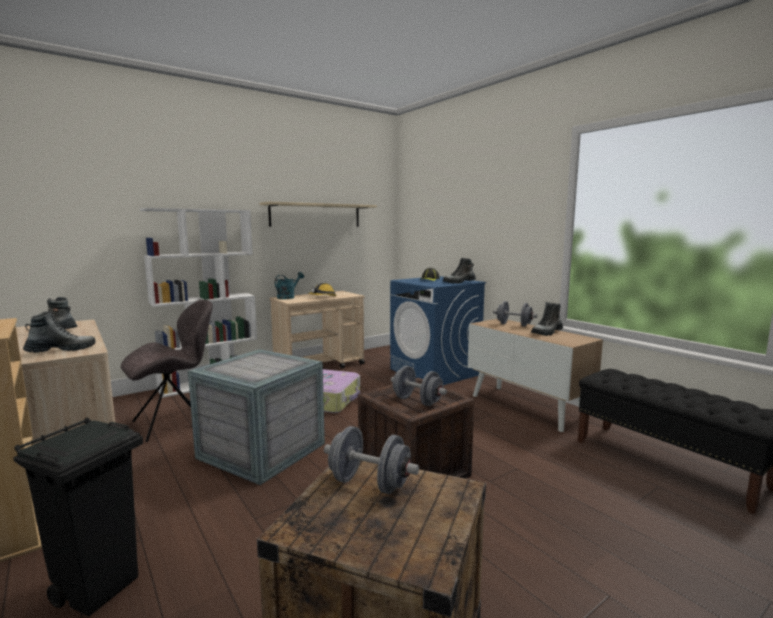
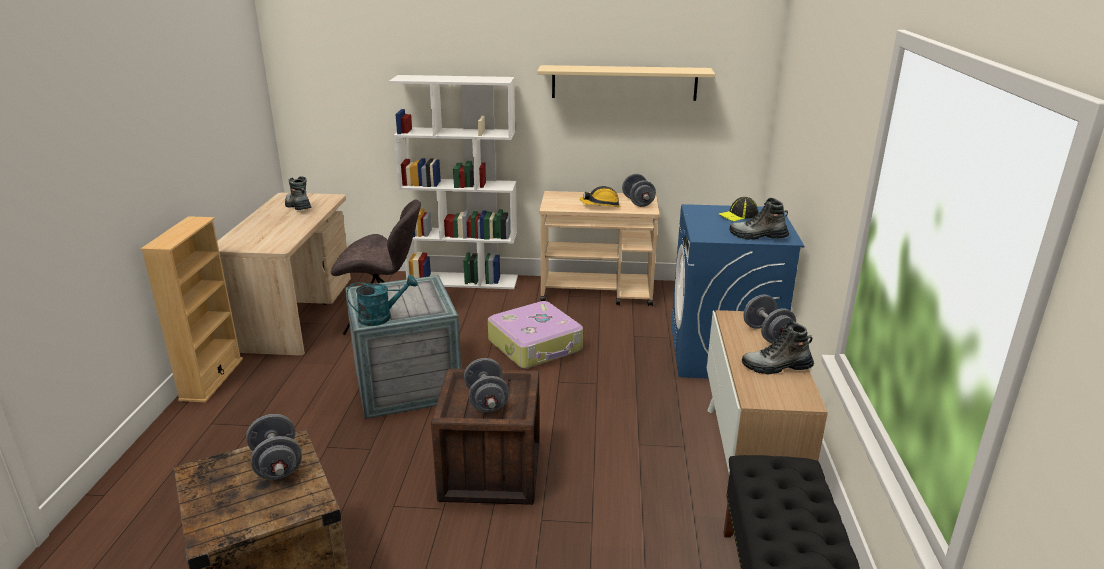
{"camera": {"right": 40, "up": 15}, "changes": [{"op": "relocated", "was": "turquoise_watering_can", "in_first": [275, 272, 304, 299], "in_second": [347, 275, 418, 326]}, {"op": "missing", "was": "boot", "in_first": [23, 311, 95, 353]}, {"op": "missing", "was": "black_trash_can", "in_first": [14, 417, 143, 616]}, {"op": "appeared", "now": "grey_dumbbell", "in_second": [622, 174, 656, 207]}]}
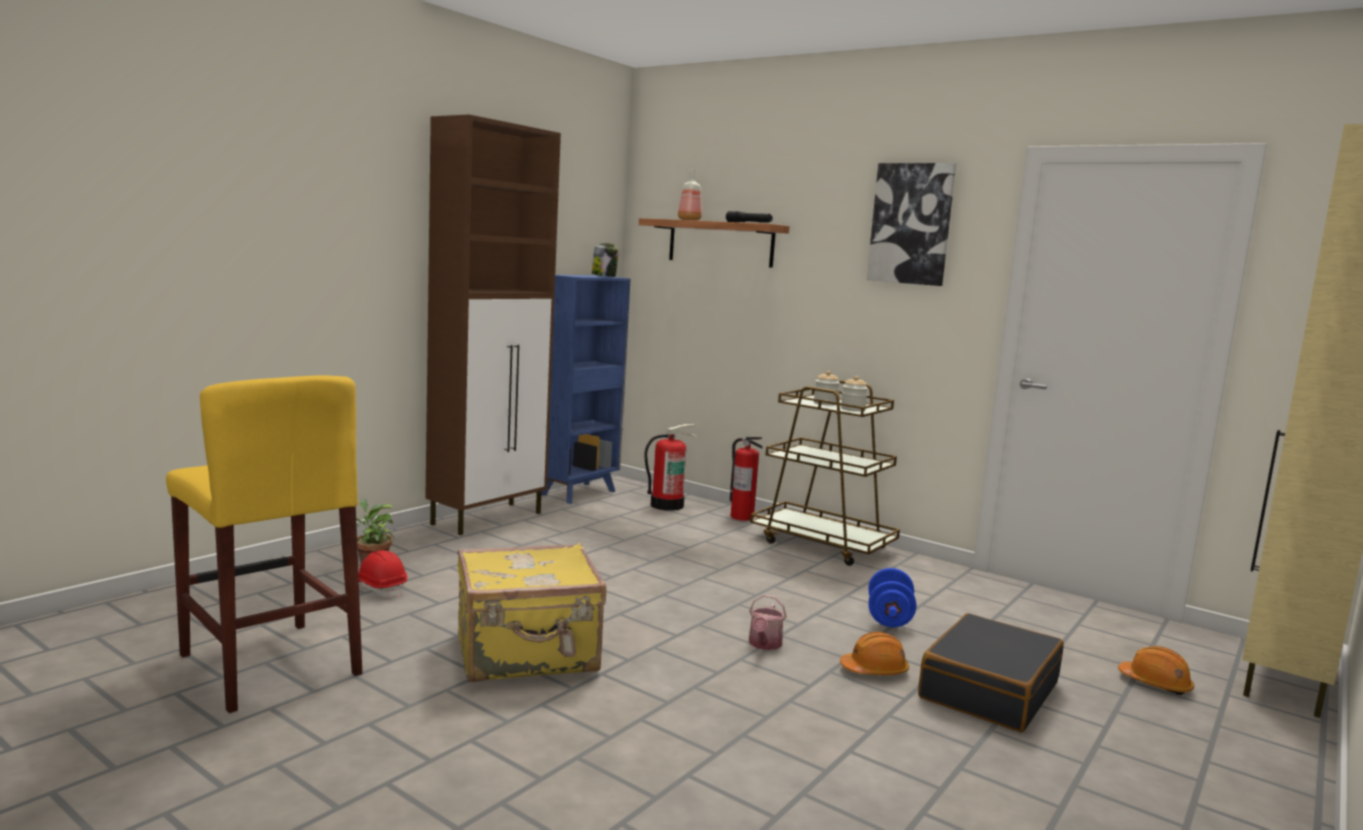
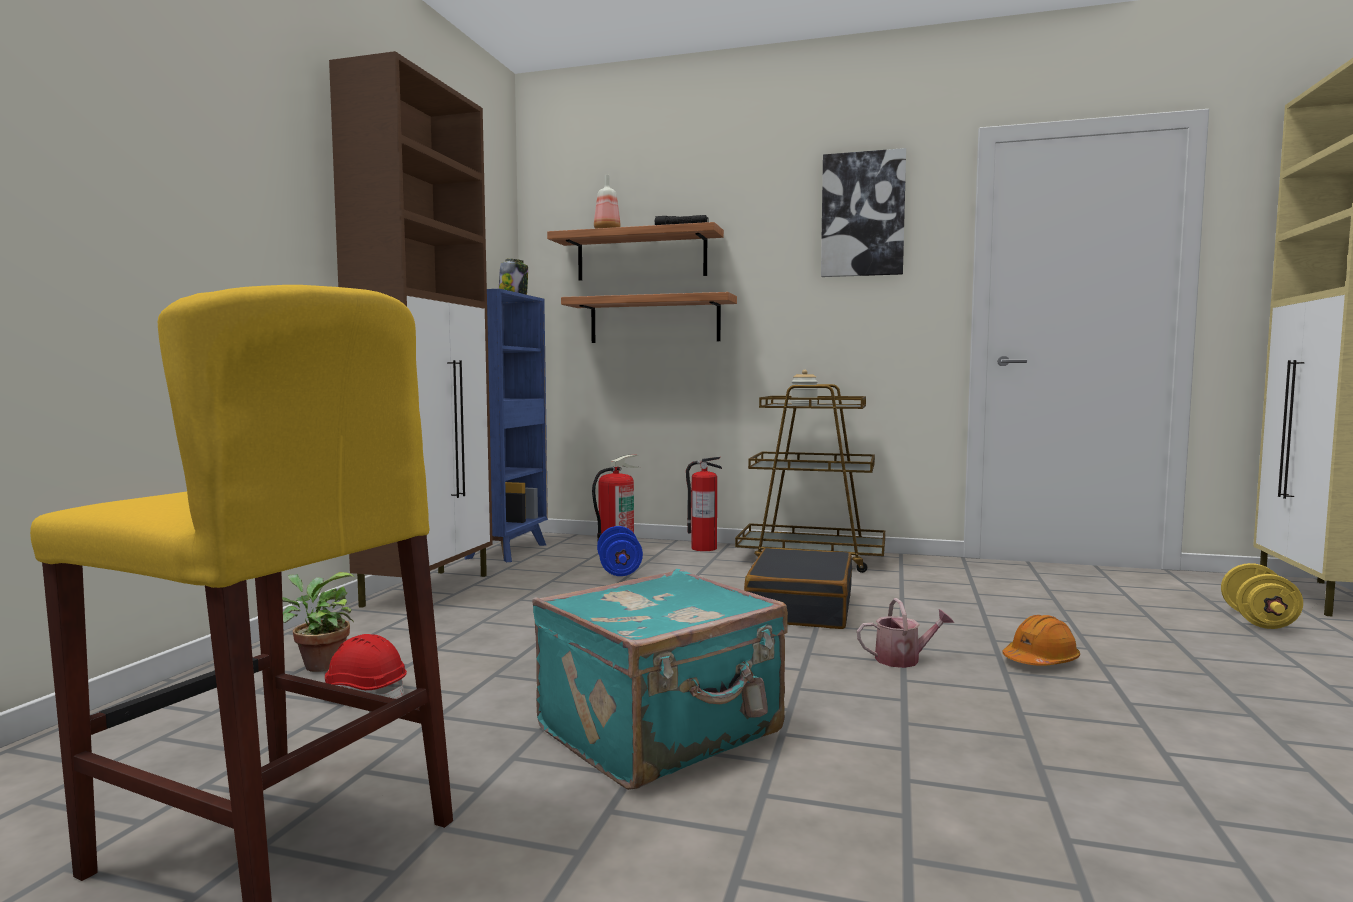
{"camera": {"right": -20, "up": -5}, "changes": [{"op": "missing", "was": "jar", "in_first": [841, 376, 868, 412]}, {"op": "colour", "was": "yellow_suitcase", "now": "turquoise_suitcase", "in_first": [458, 543, 606, 682], "in_second": [532, 569, 788, 790]}, {"op": "relocated", "was": "blue_dumbbell", "in_first": [868, 568, 916, 627], "in_second": [597, 526, 643, 576]}, {"op": "spun", "was": "watering_can", "in_first": [749, 595, 787, 650], "in_second": [857, 598, 954, 668], "clockwise": -90}, {"op": "relocated", "was": "black_suitcase", "in_first": [918, 613, 1064, 732], "in_second": [744, 548, 852, 629]}, {"op": "exchanged", "was": "orange_hard_hat", "now": "yellow_dumbbell", "in_first": [1118, 646, 1194, 695], "in_second": [1221, 563, 1303, 629]}, {"op": "appeared", "now": "shelf", "in_second": [561, 292, 737, 343]}]}
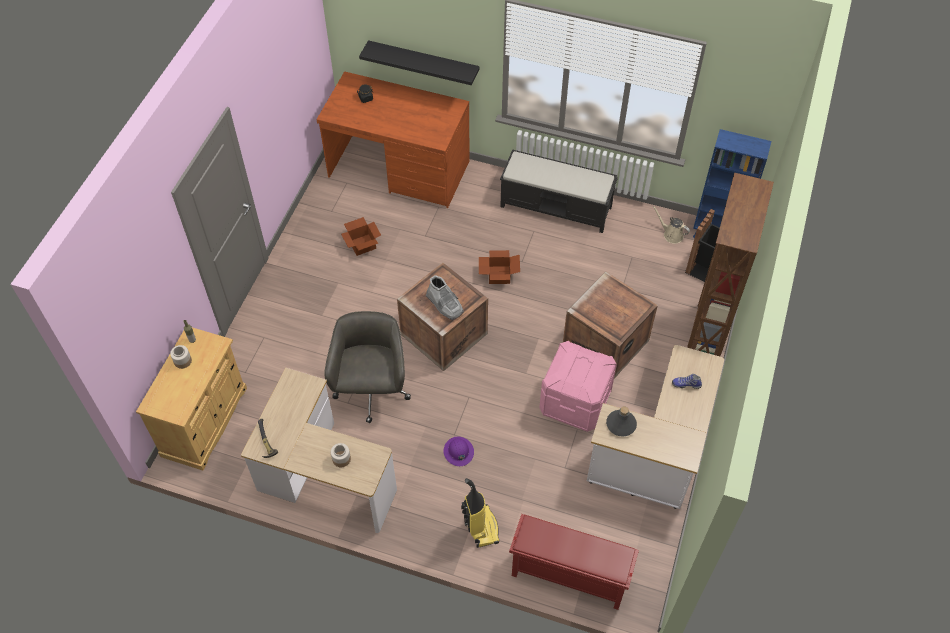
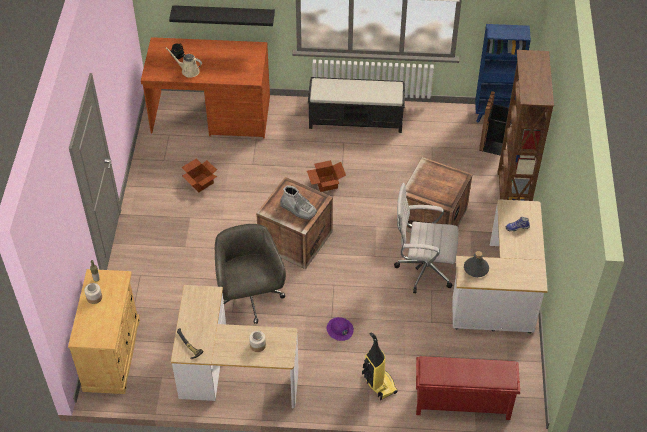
{"camera": {"right": -15, "up": -5}, "changes": [{"op": "relocated", "was": "beige_watering_can", "in_first": [653, 206, 690, 244], "in_second": [166, 48, 202, 78]}, {"op": "exchanged", "was": "pink_storage_box", "now": "white_office_chair", "in_first": [539, 341, 617, 432], "in_second": [394, 183, 458, 293]}]}
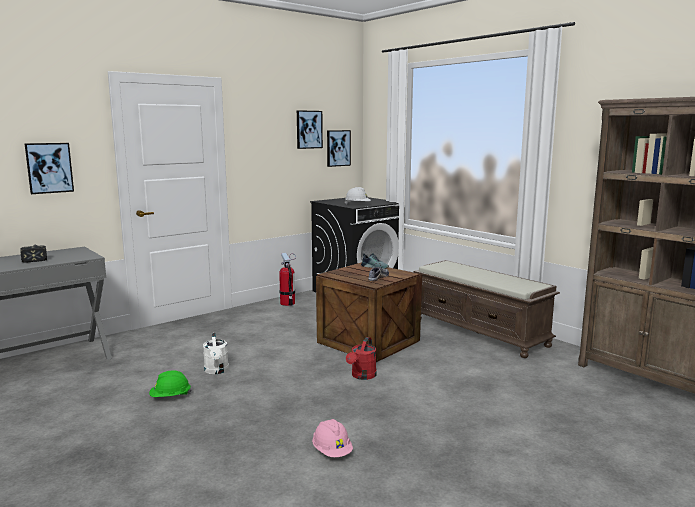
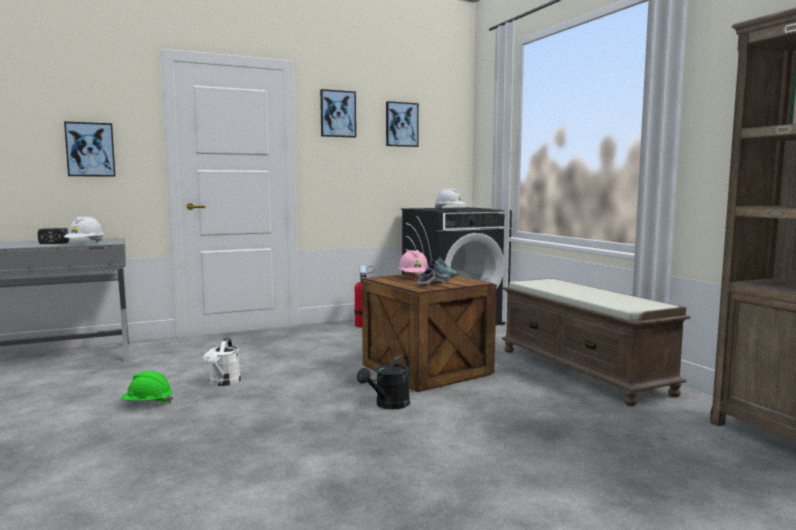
{"camera": {"right": 15, "up": -5}, "changes": [{"op": "relocated", "was": "picture", "in_first": [327, 130, 351, 167], "in_second": [320, 89, 356, 138]}, {"op": "colour", "was": "red_watering_can", "now": "black_watering_can", "in_first": [346, 337, 377, 380], "in_second": [357, 355, 410, 410]}, {"op": "relocated", "was": "pink_hard_hat", "in_first": [312, 419, 353, 457], "in_second": [398, 250, 429, 274]}, {"op": "appeared", "now": "white_hard_hat", "in_second": [64, 217, 104, 242]}]}
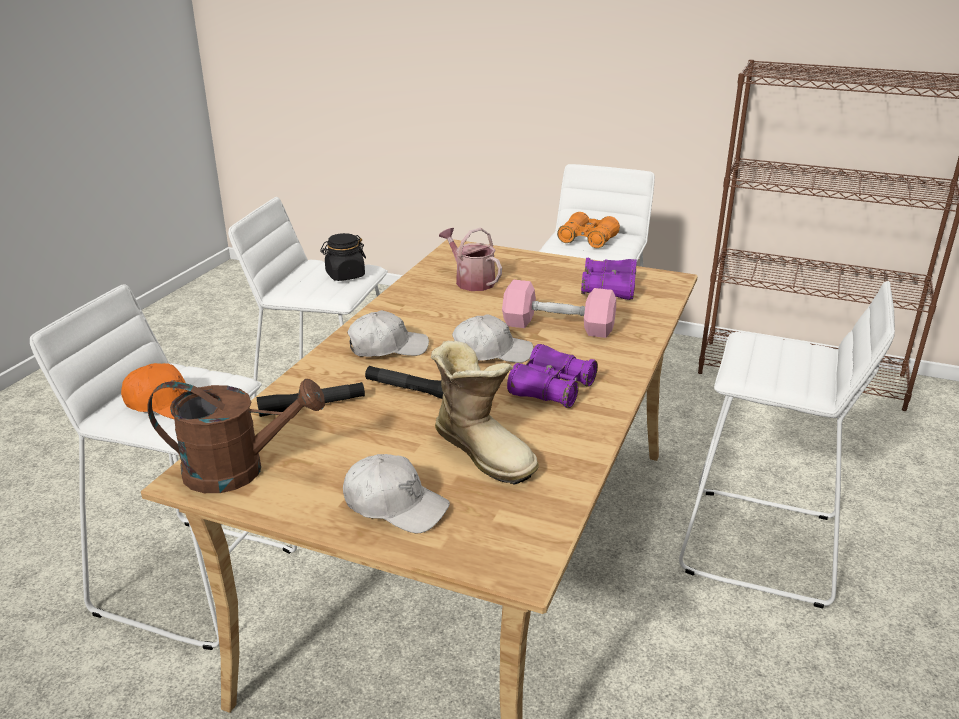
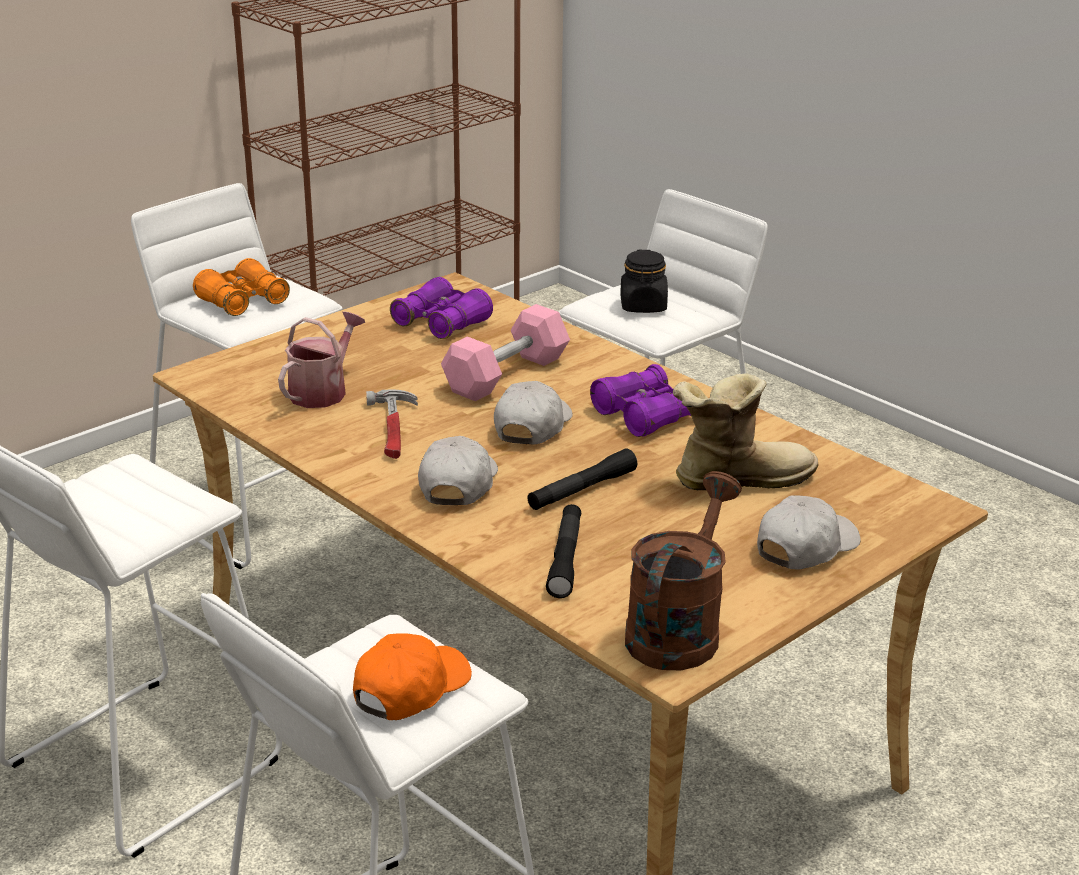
{"camera": {"right": -65, "up": 0}, "changes": [{"op": "spun", "was": "watering_can", "in_first": [439, 228, 502, 291], "in_second": [278, 312, 365, 408], "clockwise": 135}, {"op": "relocated", "was": "black_jar", "in_first": [320, 233, 366, 281], "in_second": [620, 250, 668, 313]}, {"op": "appeared", "now": "hammer", "in_second": [366, 389, 418, 459]}]}
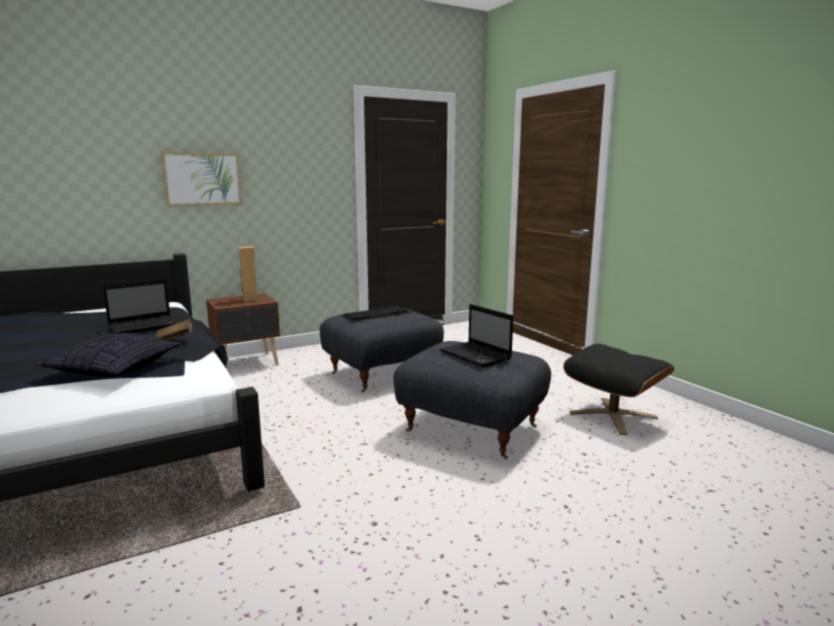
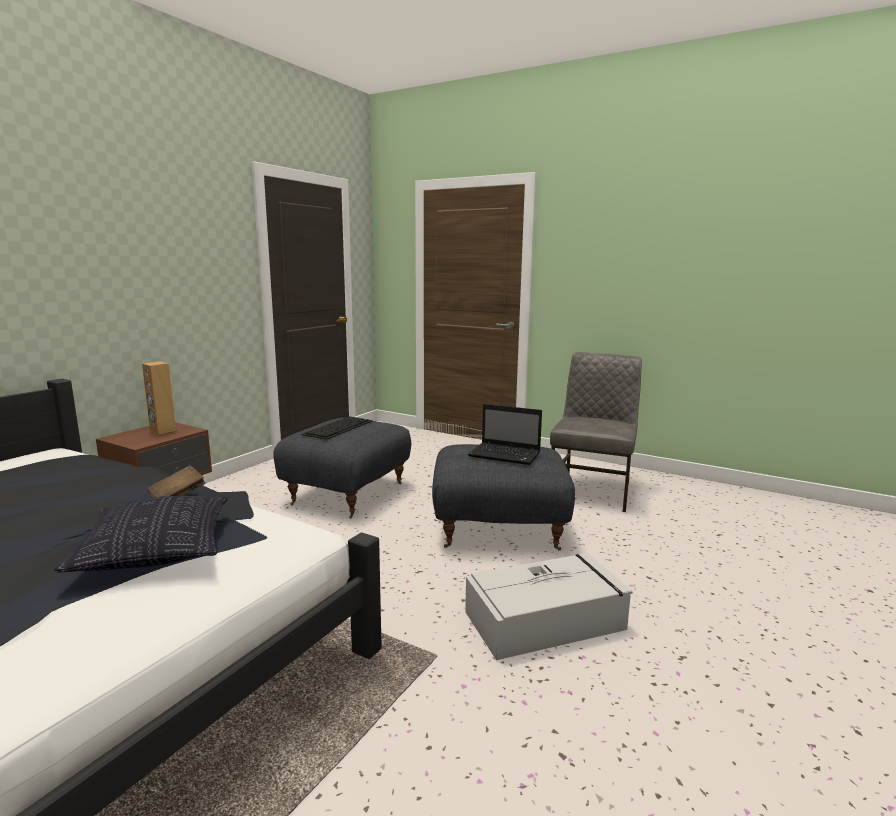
{"camera": {"right": -30, "up": 0}, "changes": [{"op": "missing", "was": "picture", "in_first": [160, 152, 243, 207]}, {"op": "missing", "was": "laptop", "in_first": [103, 279, 179, 334]}, {"op": "exchanged", "was": "black_ottoman", "now": "grey_chair", "in_first": [563, 344, 675, 435], "in_second": [550, 352, 642, 512]}, {"op": "appeared", "now": "grey_storage_box", "in_second": [465, 553, 633, 660]}]}
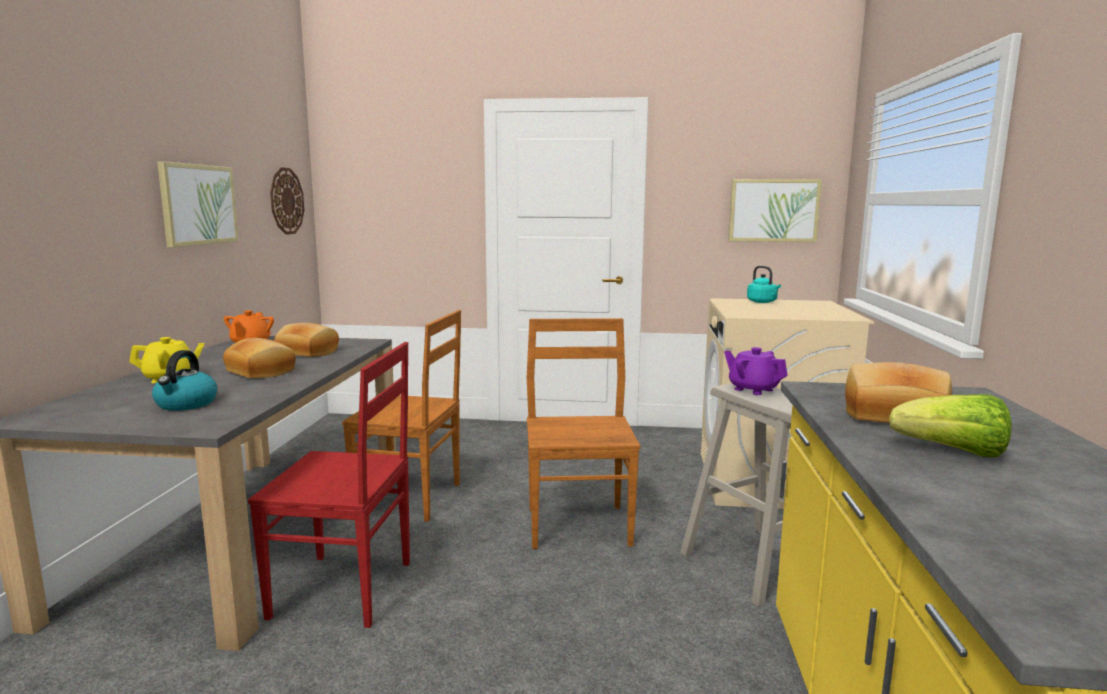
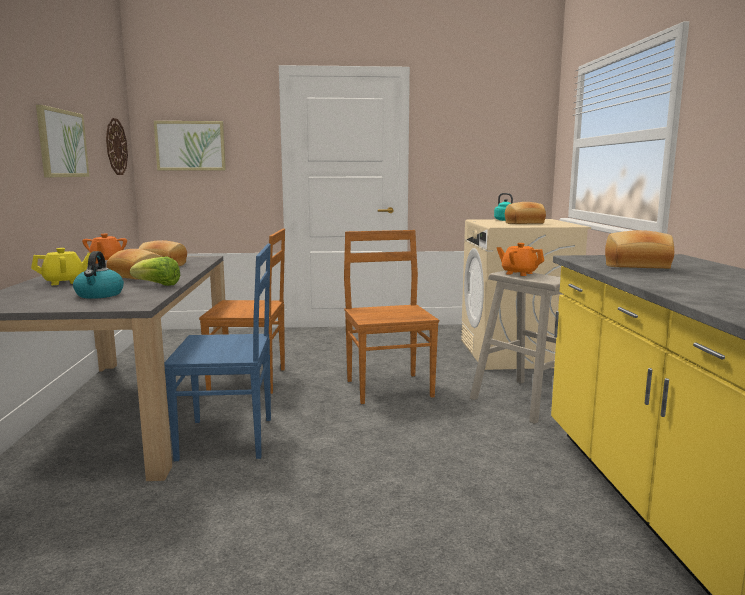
{"camera": {"right": -10, "up": 0}, "changes": [{"op": "relocated", "was": "picture", "in_first": [728, 179, 822, 242], "in_second": [154, 121, 226, 170]}, {"op": "colour", "was": "red_chair", "now": "blue_chair", "in_first": [248, 342, 410, 628], "in_second": [164, 244, 271, 461]}, {"op": "colour", "was": "purple_teapot", "now": "orange_teapot", "in_first": [724, 347, 788, 395], "in_second": [496, 243, 544, 276]}, {"op": "relocated", "was": "lettuce", "in_first": [889, 394, 1012, 457], "in_second": [130, 257, 180, 286]}, {"op": "appeared", "now": "bread", "in_second": [505, 202, 546, 224]}]}
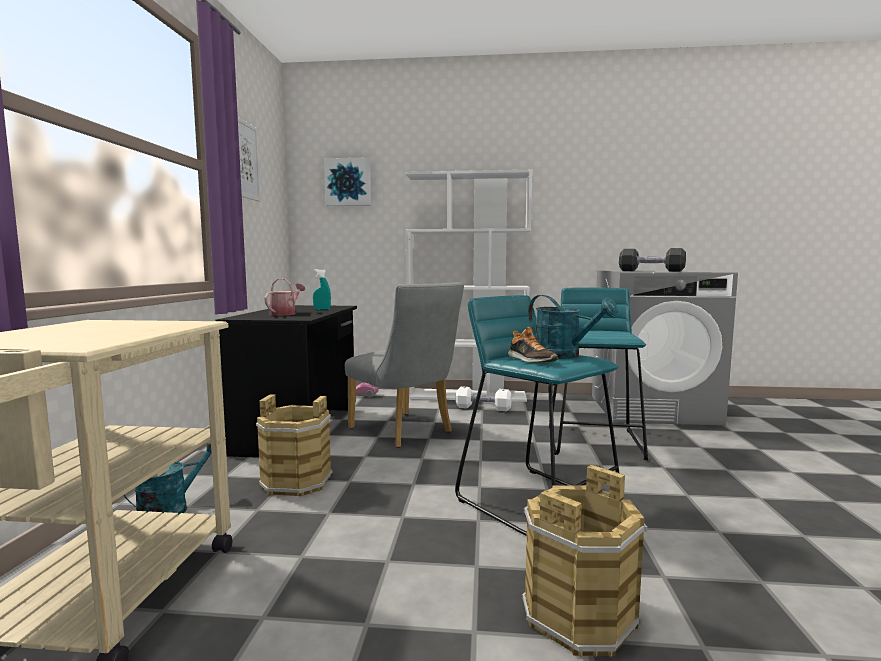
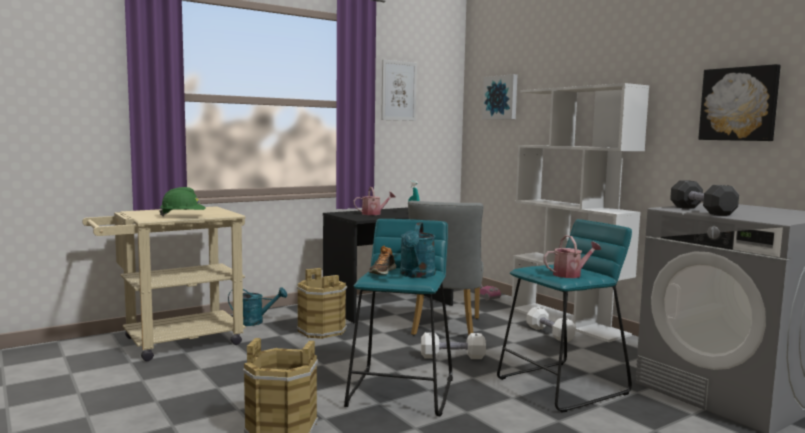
{"camera": {"right": 50, "up": 0}, "changes": [{"op": "appeared", "now": "picture", "in_second": [698, 64, 781, 141]}, {"op": "appeared", "now": "green_hard_hat", "in_second": [159, 187, 206, 216]}, {"op": "appeared", "now": "watering_can", "in_second": [544, 235, 601, 278]}, {"op": "appeared", "now": "white_dumbbell", "in_second": [421, 332, 486, 359]}]}
